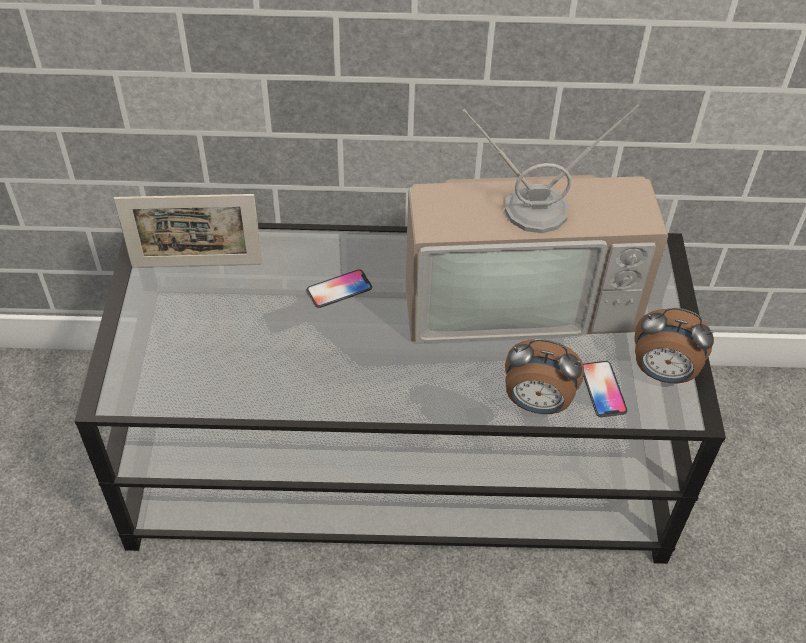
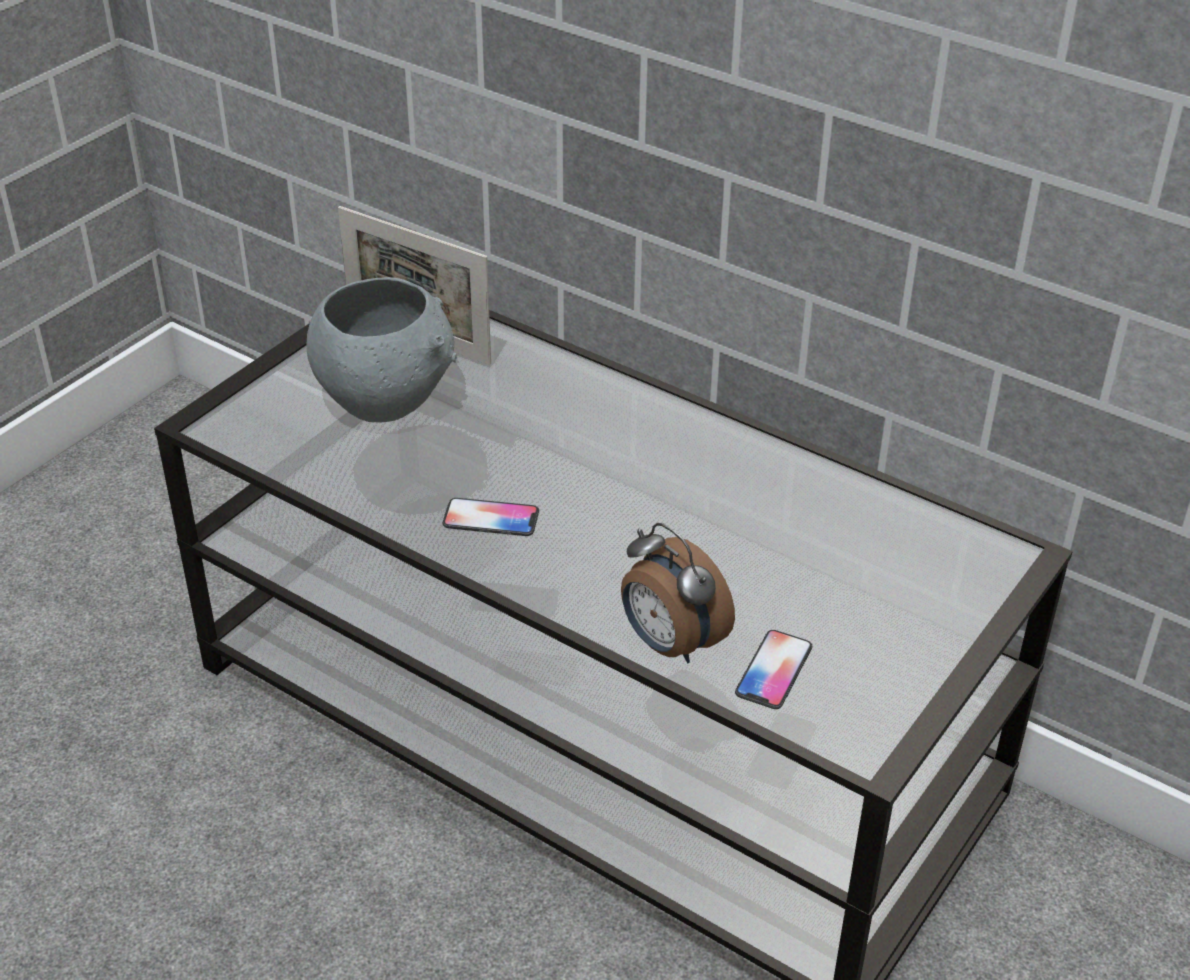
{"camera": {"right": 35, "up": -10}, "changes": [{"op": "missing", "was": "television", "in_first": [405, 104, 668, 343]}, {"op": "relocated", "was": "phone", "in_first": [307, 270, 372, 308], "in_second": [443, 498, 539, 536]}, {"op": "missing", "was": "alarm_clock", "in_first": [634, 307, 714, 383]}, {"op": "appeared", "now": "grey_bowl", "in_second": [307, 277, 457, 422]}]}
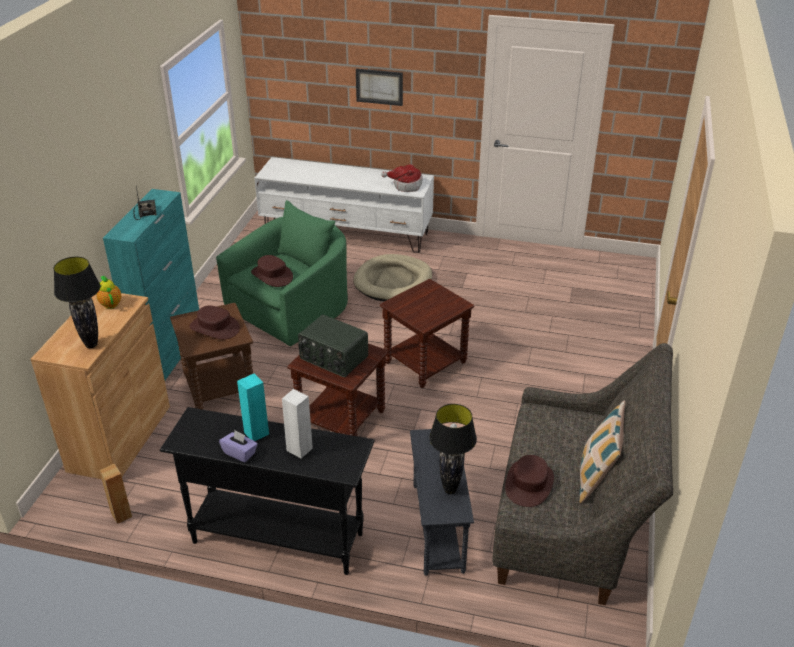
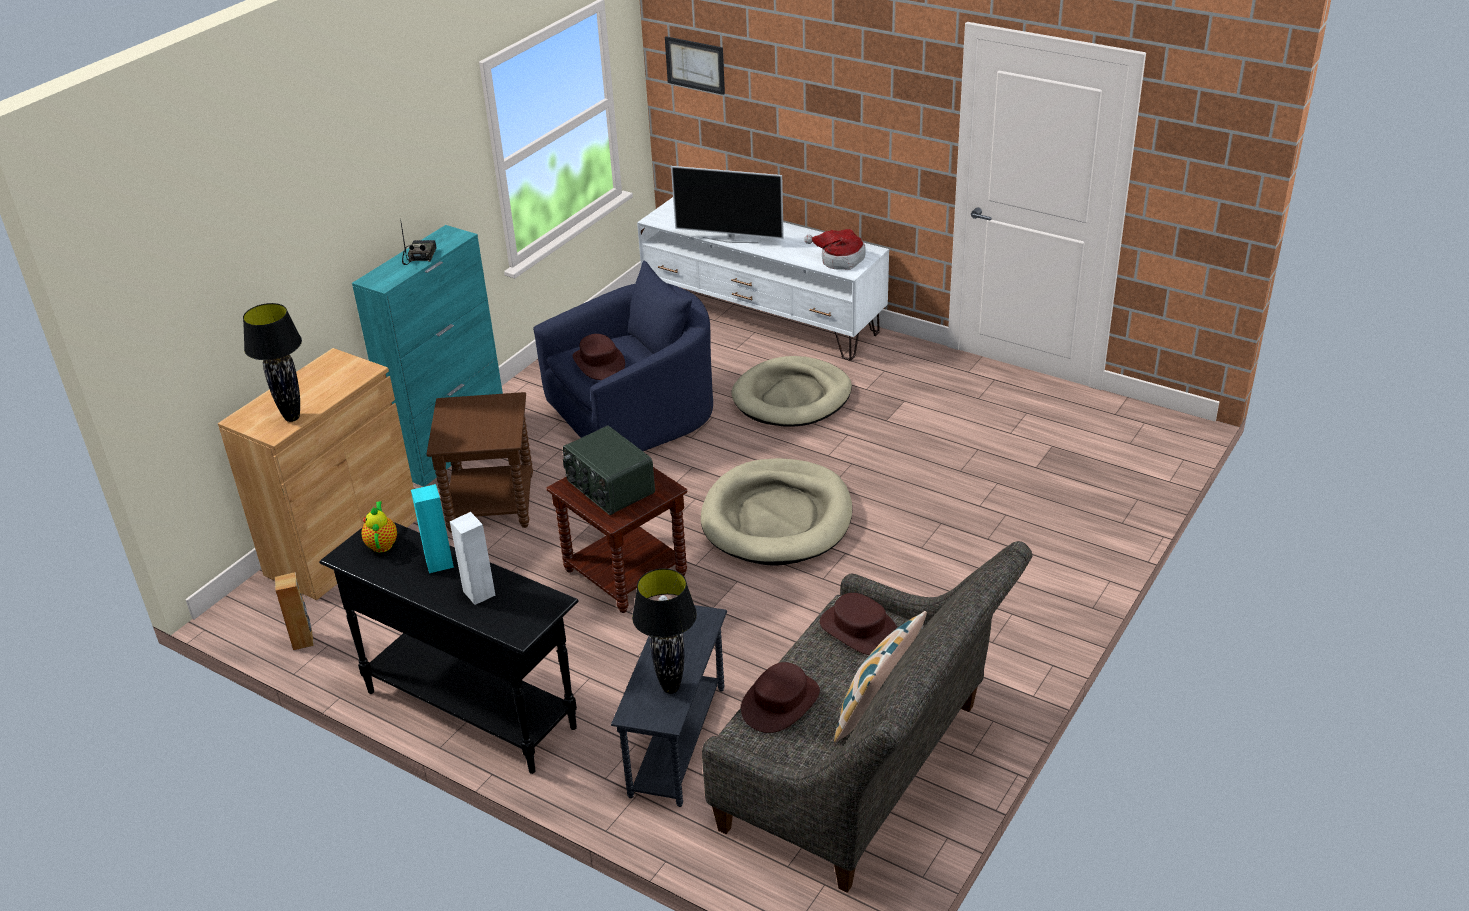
{"camera": {"right": 20, "up": 0}, "changes": [{"op": "relocated", "was": "picture", "in_first": [356, 69, 403, 106], "in_second": [665, 36, 725, 95]}, {"op": "colour", "was": "green_armchair", "now": "blue_armchair", "in_first": [216, 200, 348, 346], "in_second": [533, 261, 713, 451]}, {"op": "relocated", "was": "teapot", "in_first": [97, 276, 121, 309], "in_second": [361, 501, 397, 553]}, {"op": "exchanged", "was": "brown_side_table", "now": "beige_dog_bed", "in_first": [380, 279, 475, 388], "in_second": [701, 458, 852, 566]}, {"op": "relocated", "was": "brown_hat", "in_first": [189, 306, 240, 339], "in_second": [820, 593, 897, 655]}, {"op": "missing", "was": "purple_tissue_box", "in_first": [219, 430, 258, 462]}, {"op": "appeared", "now": "television", "in_second": [671, 166, 784, 243]}]}
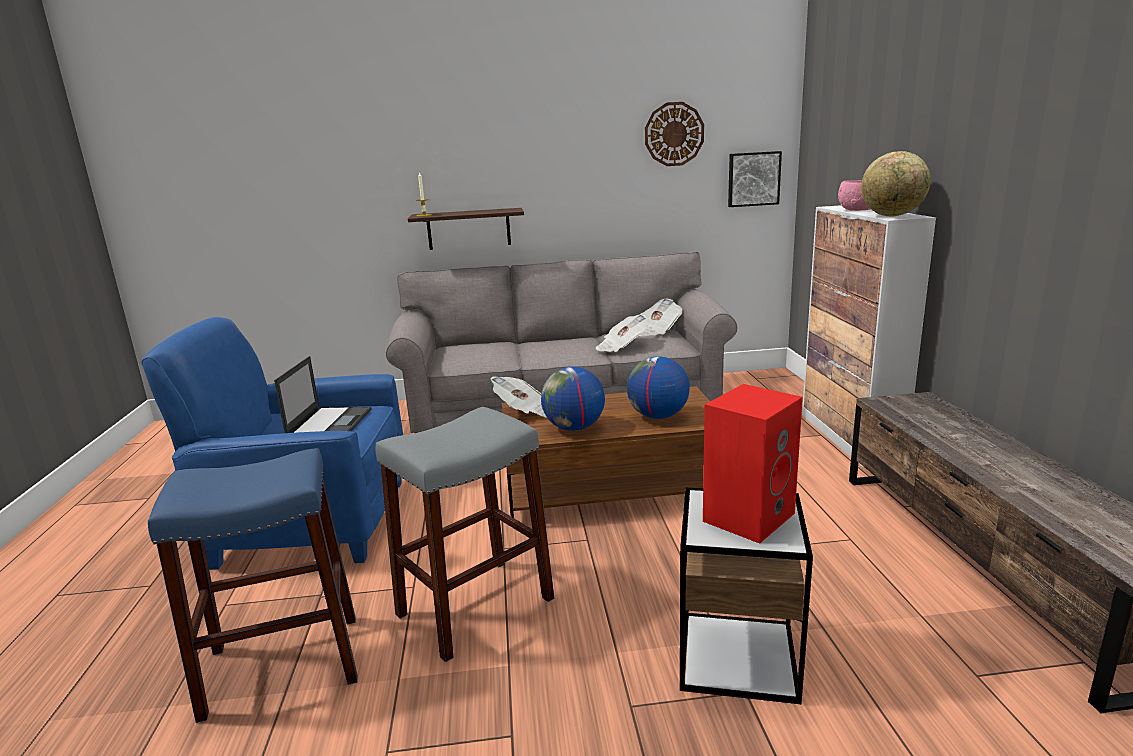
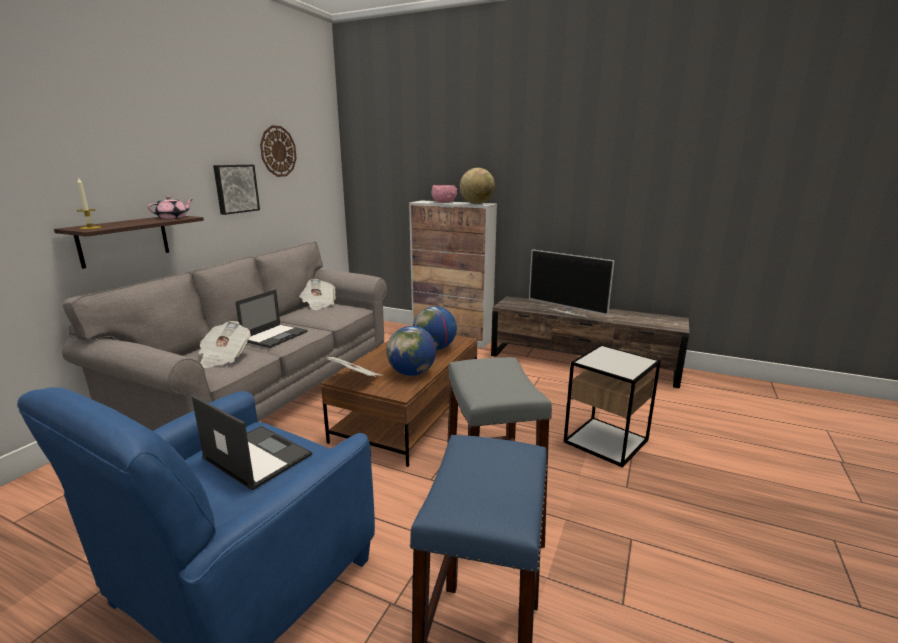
{"camera": {"right": -60, "up": 0}, "changes": [{"op": "relocated", "was": "picture", "in_first": [728, 151, 782, 207], "in_second": [213, 165, 260, 215]}, {"op": "relocated", "was": "newspaper", "in_first": [596, 314, 648, 352], "in_second": [198, 321, 251, 368]}, {"op": "missing", "was": "red_speaker", "in_first": [703, 384, 803, 544]}, {"op": "appeared", "now": "pink_teapot", "in_second": [147, 196, 193, 219]}, {"op": "appeared", "now": "television", "in_second": [529, 249, 614, 317]}, {"op": "appeared", "now": "laptop", "in_second": [235, 289, 307, 348]}]}
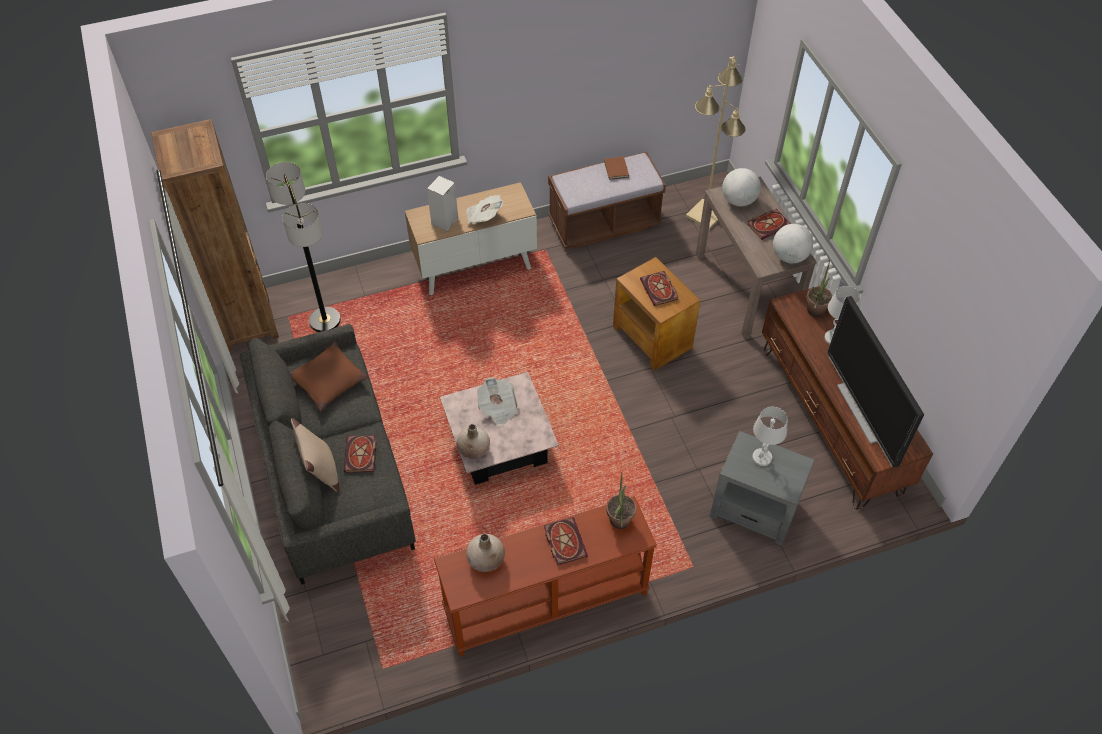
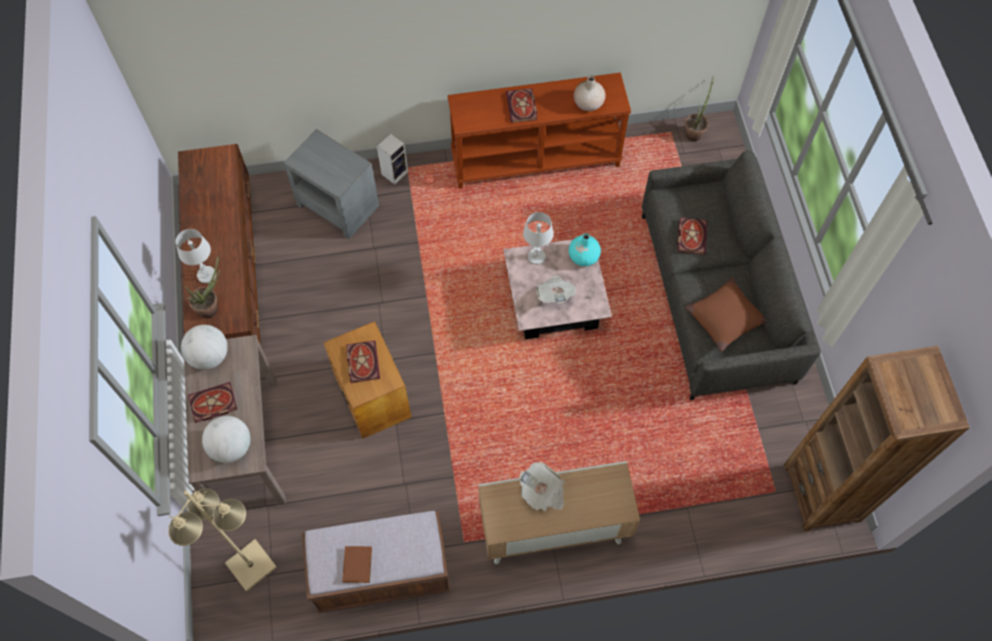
{"camera": {"right": -170, "up": 10}, "changes": [{"op": "missing", "was": "floor_lamp", "in_first": [266, 162, 340, 332]}, {"op": "relocated", "was": "speaker", "in_first": [427, 176, 458, 231], "in_second": [377, 134, 408, 184]}, {"op": "missing", "was": "television", "in_first": [828, 296, 924, 467]}, {"op": "relocated", "was": "white_table_lamp", "in_first": [752, 407, 788, 466], "in_second": [523, 212, 554, 265]}, {"op": "missing", "was": "beige_pillow", "in_first": [291, 418, 339, 492]}, {"op": "colour", "was": "beige_vase", "now": "turquoise_vase", "in_first": [456, 424, 490, 459], "in_second": [569, 233, 601, 266]}, {"op": "relocated", "was": "potted_plant", "in_first": [606, 472, 636, 529], "in_second": [685, 77, 713, 141]}]}
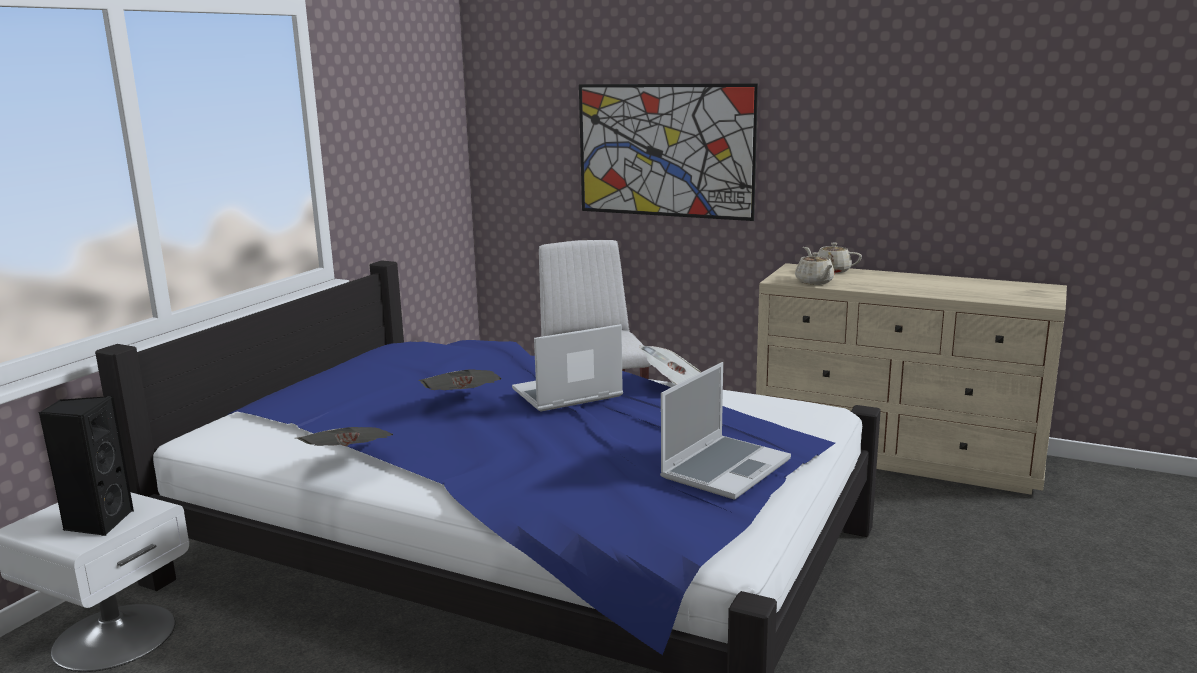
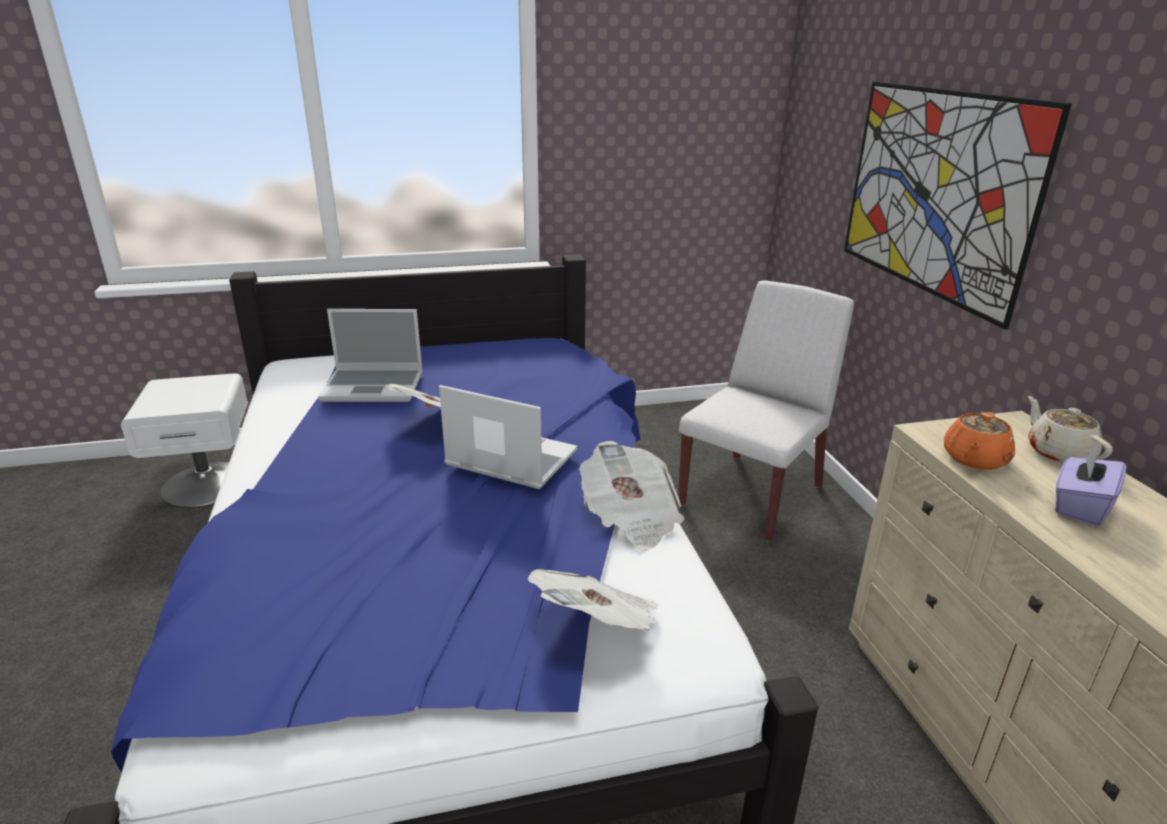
{"camera": {"right": 50, "up": 10}, "changes": [{"op": "colour", "was": "beige_teapot", "now": "orange_teapot", "in_first": [795, 252, 834, 285], "in_second": [944, 412, 1015, 470]}, {"op": "relocated", "was": "laptop", "in_first": [660, 362, 791, 500], "in_second": [318, 309, 423, 402]}, {"op": "missing", "was": "black_speaker", "in_first": [39, 396, 134, 536]}, {"op": "relocated", "was": "newspaper", "in_first": [296, 427, 393, 446], "in_second": [528, 569, 659, 631]}, {"op": "appeared", "now": "purple_tissue_box", "in_second": [1055, 445, 1126, 526]}]}
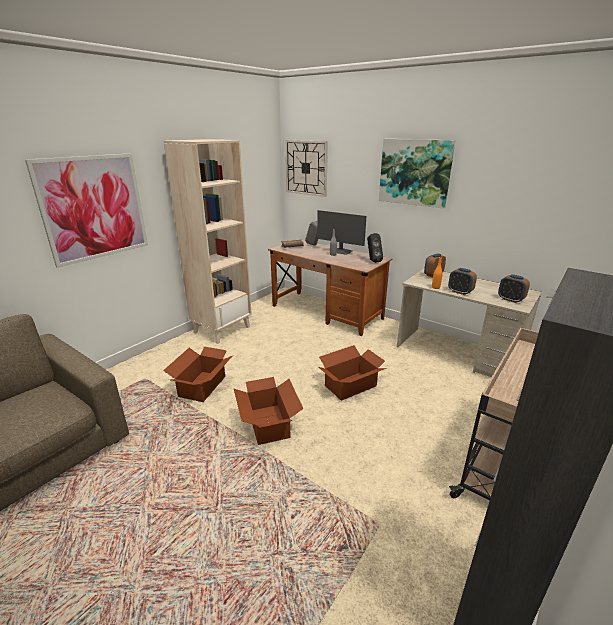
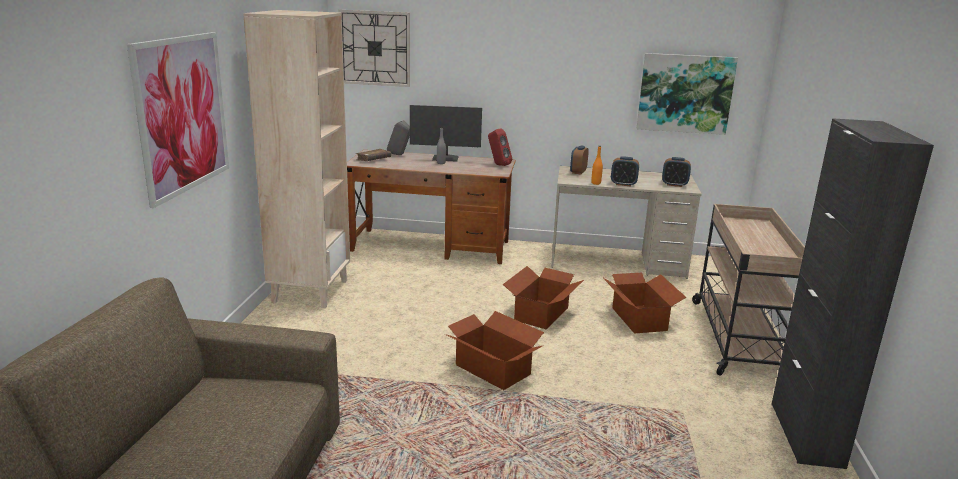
{"camera": {"right": -30, "up": -5}, "changes": [{"op": "relocated", "was": "picture", "in_first": [379, 139, 456, 209], "in_second": [637, 53, 738, 135]}, {"op": "colour", "was": "black_speaker", "now": "red_speaker", "in_first": [367, 233, 383, 263], "in_second": [488, 129, 512, 166]}, {"op": "relocated", "was": "cardboard_box", "in_first": [163, 347, 232, 402], "in_second": [603, 272, 686, 334]}]}
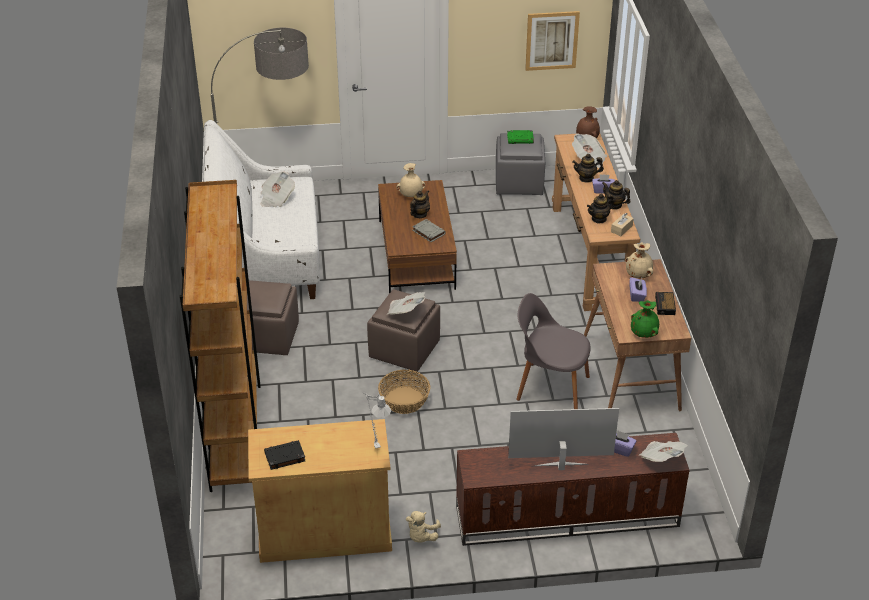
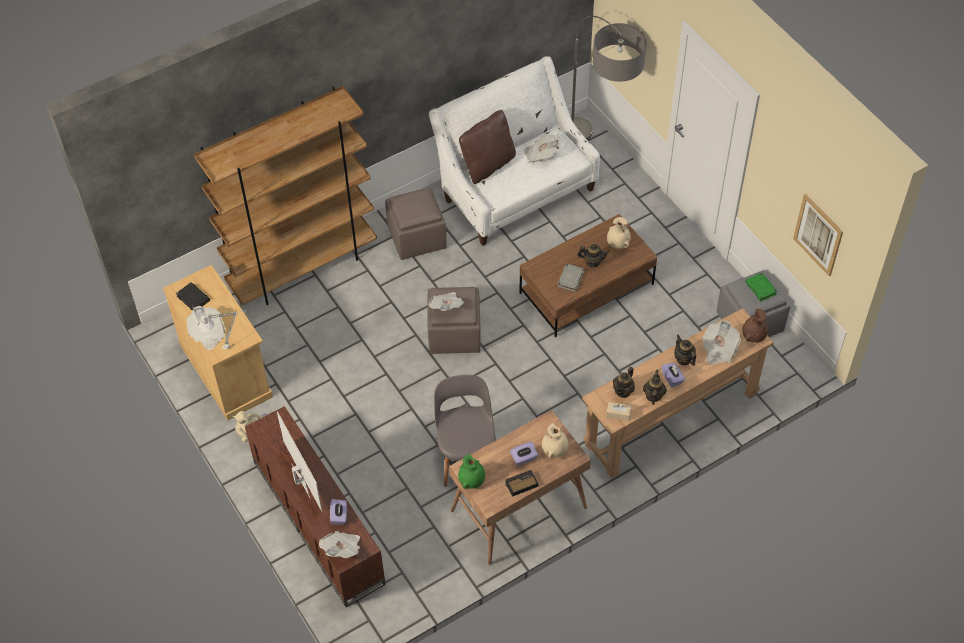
{"camera": {"right": 65, "up": 15}, "changes": [{"op": "spun", "was": "teapot", "in_first": [587, 194, 614, 224], "in_second": [613, 367, 635, 398], "clockwise": -90}, {"op": "missing", "was": "basket", "in_first": [378, 370, 430, 414]}, {"op": "appeared", "now": "brown_pillow", "in_second": [459, 110, 516, 184]}, {"op": "appeared", "now": "newspaper", "in_second": [186, 306, 226, 350]}]}
